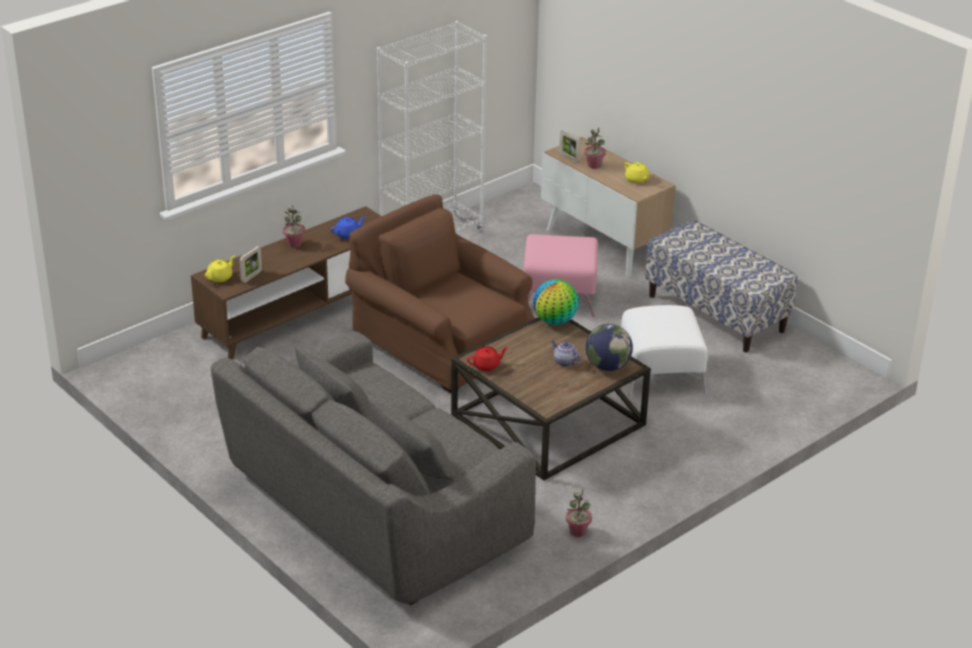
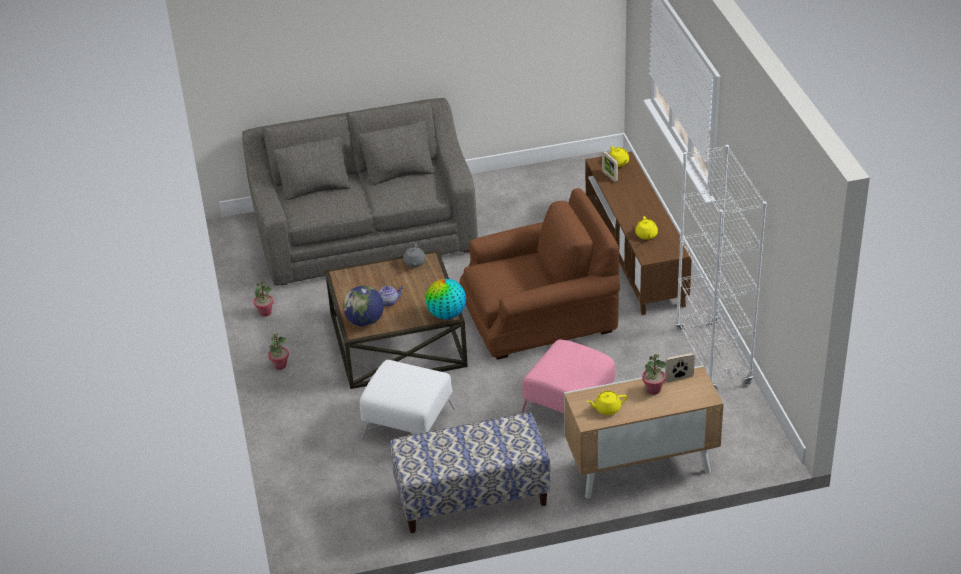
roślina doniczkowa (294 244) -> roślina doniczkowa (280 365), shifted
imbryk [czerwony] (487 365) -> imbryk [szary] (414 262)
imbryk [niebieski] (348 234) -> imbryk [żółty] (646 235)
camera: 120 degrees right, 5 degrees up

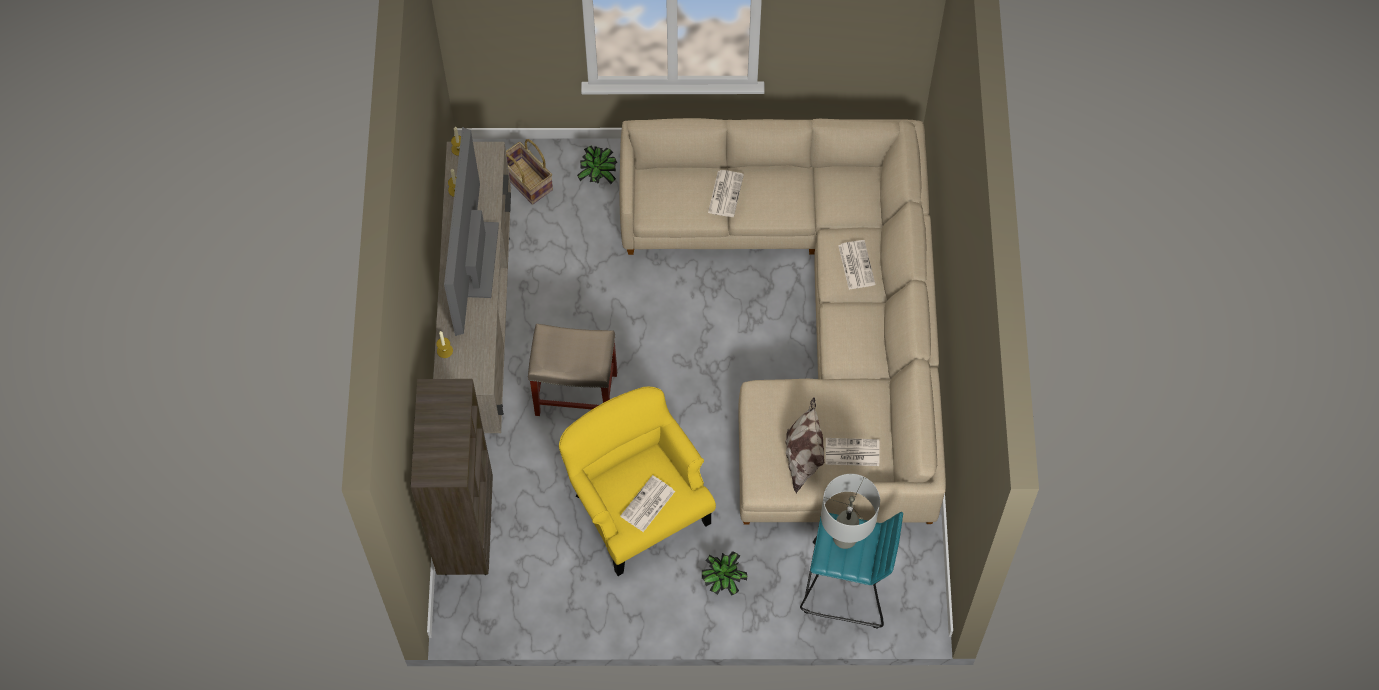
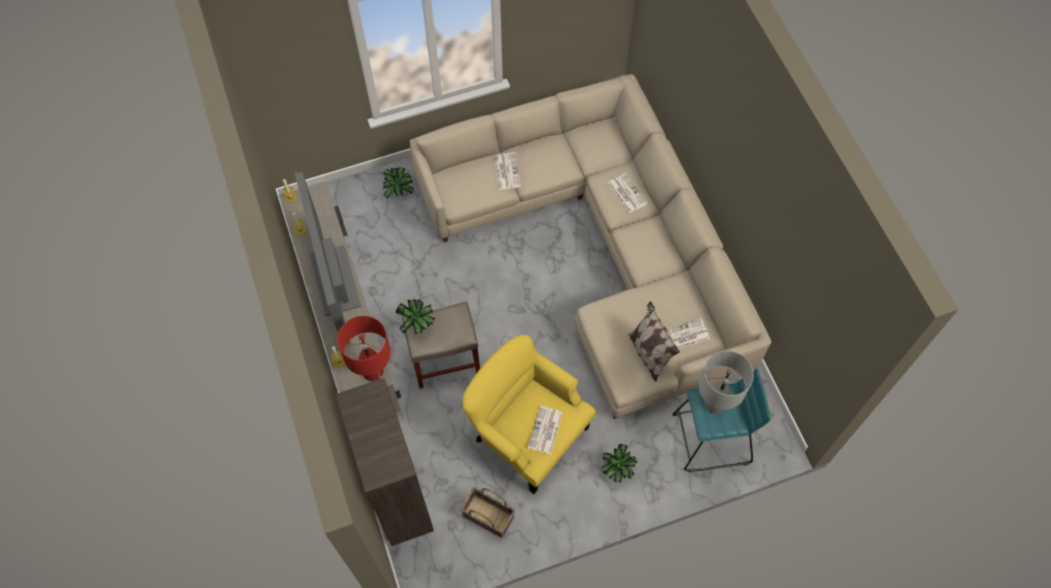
none -> lampa stołowa [czerwony] (373 372)
none -> roślina doniczkowa (417 326)
koszyk (526 181) -> koszyk (487 517), shifted
camera: 20 degrees left, 0 degrees up

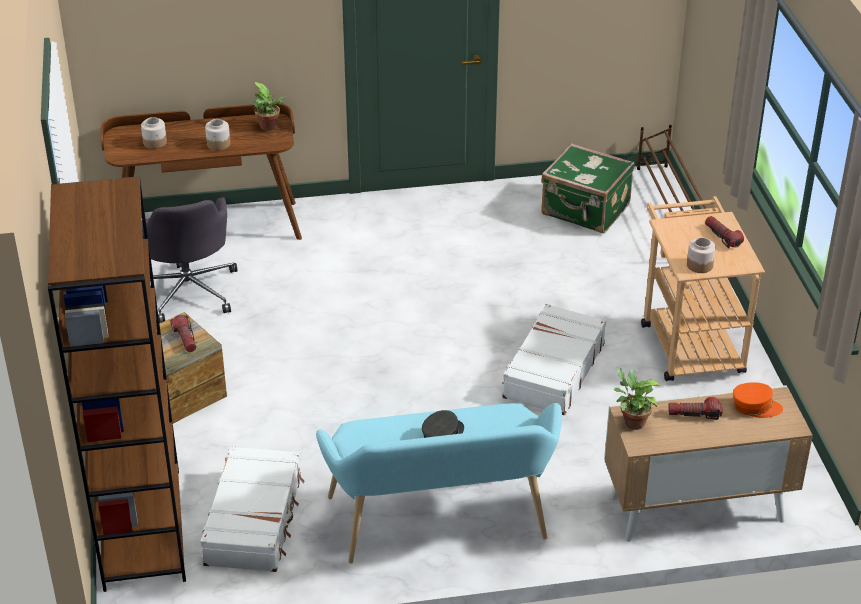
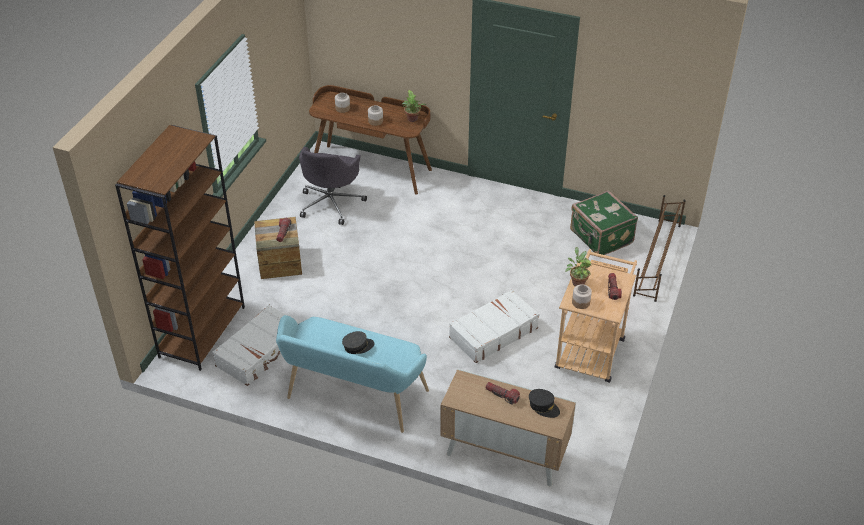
czapka z daszkiem [pomarańczowy] (755 407) -> czapka z daszkiem [czarny] (543 407)
roślina doniczkowa (632 422) -> roślina doniczkowa (577 282), shifted
camera: 30 degrees right, 5 degrees up

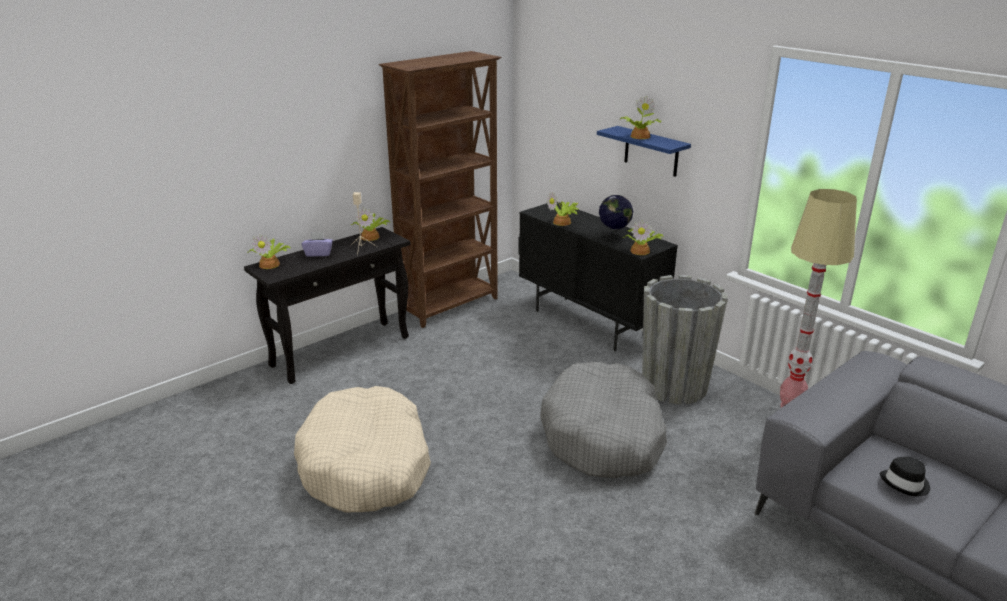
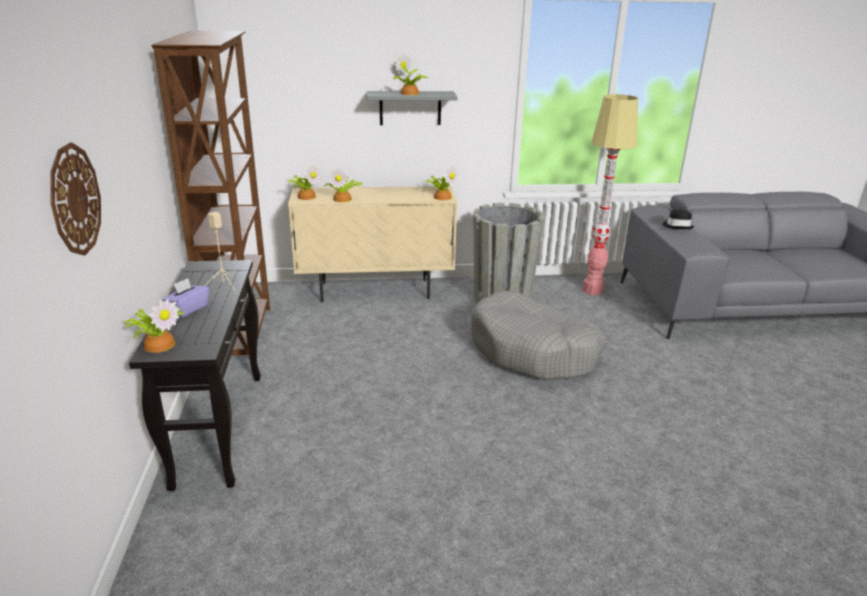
none -> zegar ścienny (75 199)
roślina doniczkowa (371 236) -> roślina doniczkowa (306 196), shifted
szafka [czarny] (589 323) -> szafka [beżowy] (375 290)
półka [niebieski] (651 151) -> półka [szary] (410 108)
kapelusz [czarny] (905 483) -> kapelusz [czarny] (677 226), shifted
legowisko [beżowy] (366 465) -> none
globus (614 236) -> none
camera: 55 degrees left, 0 degrees up

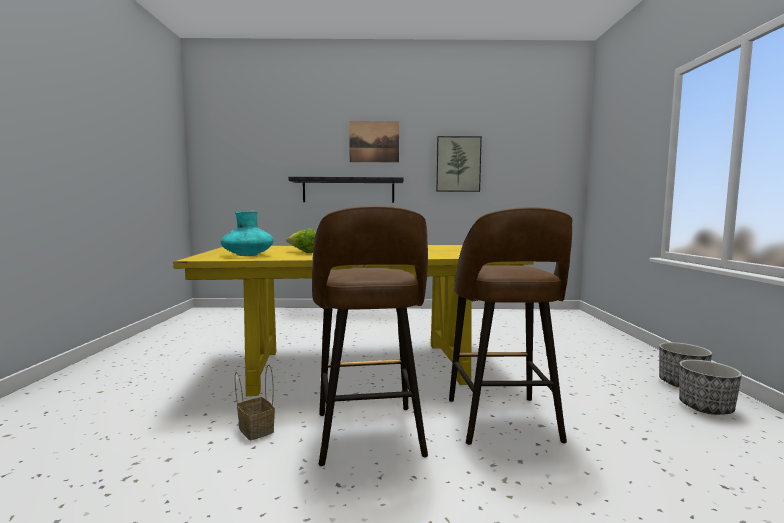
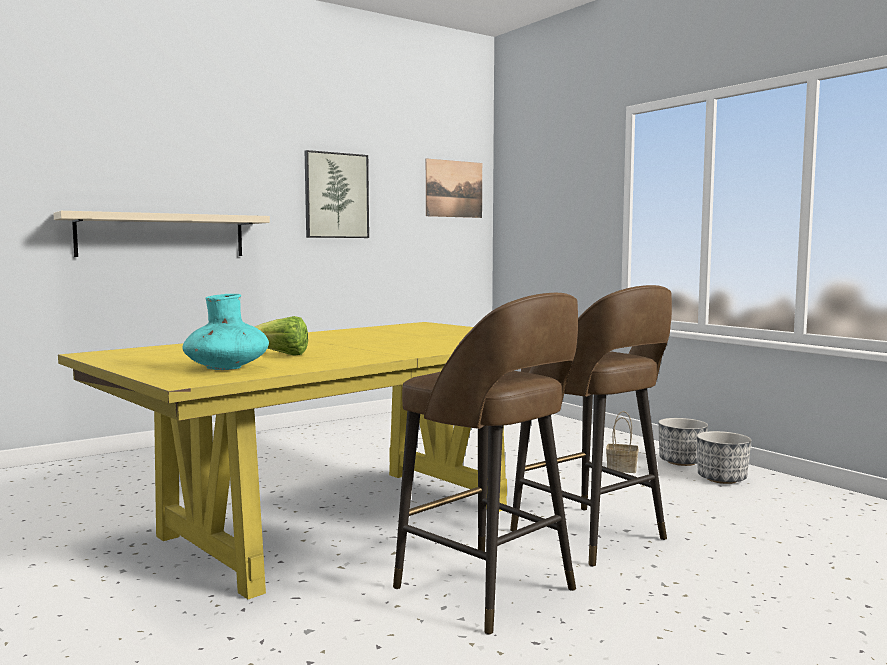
półka [czarny] (348 190) -> półka [beżowy] (162 235)
obraz (374 142) -> obraz (454 189), shifted
koszyk (255 429) -> koszyk (620 469), shifted
camera: 35 degrees left, 0 degrees up

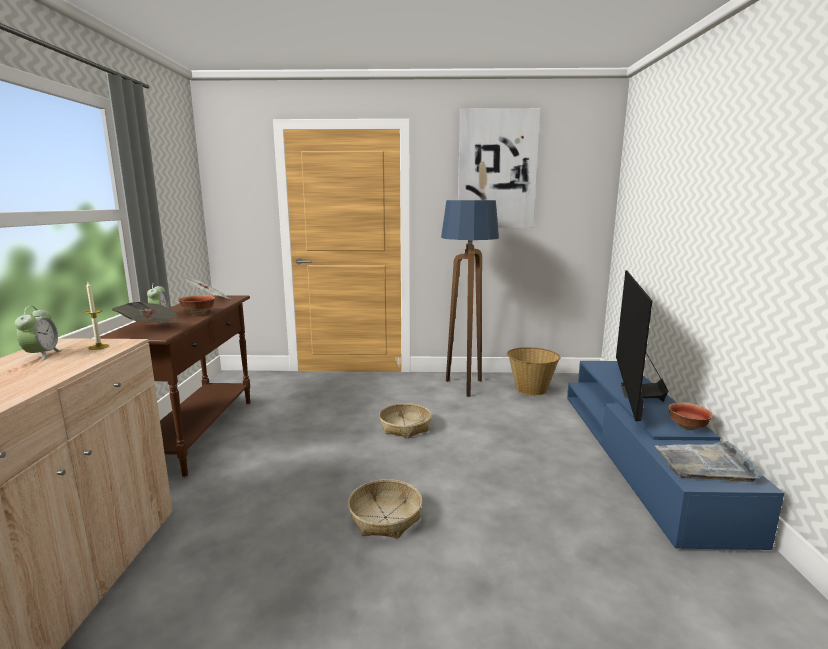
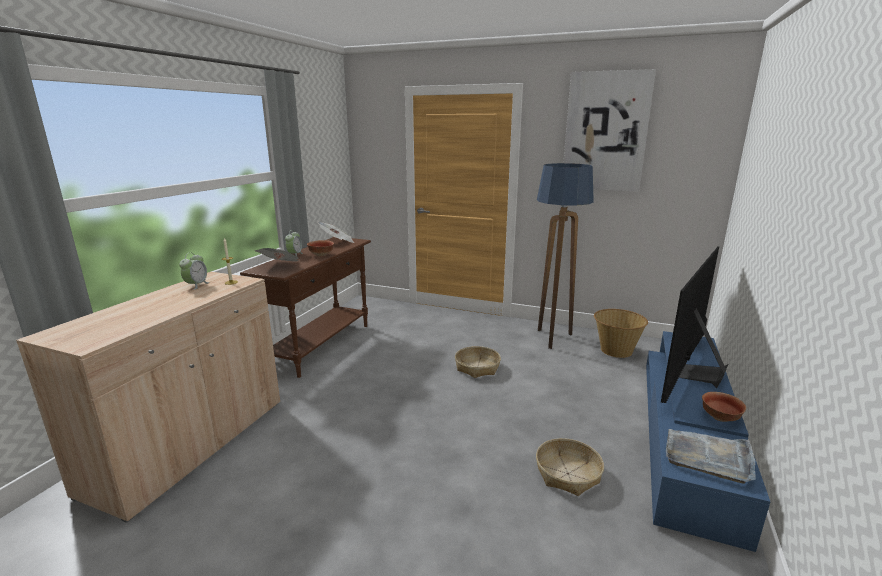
koszyk (385 517) -> koszyk (568 474), shifted
camera: 20 degrees right, 5 degrees up

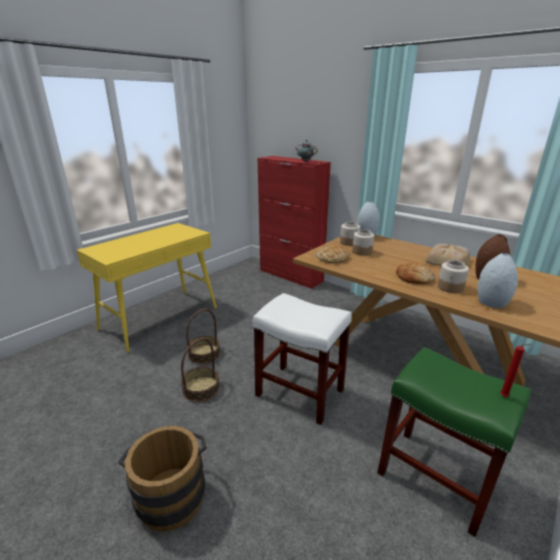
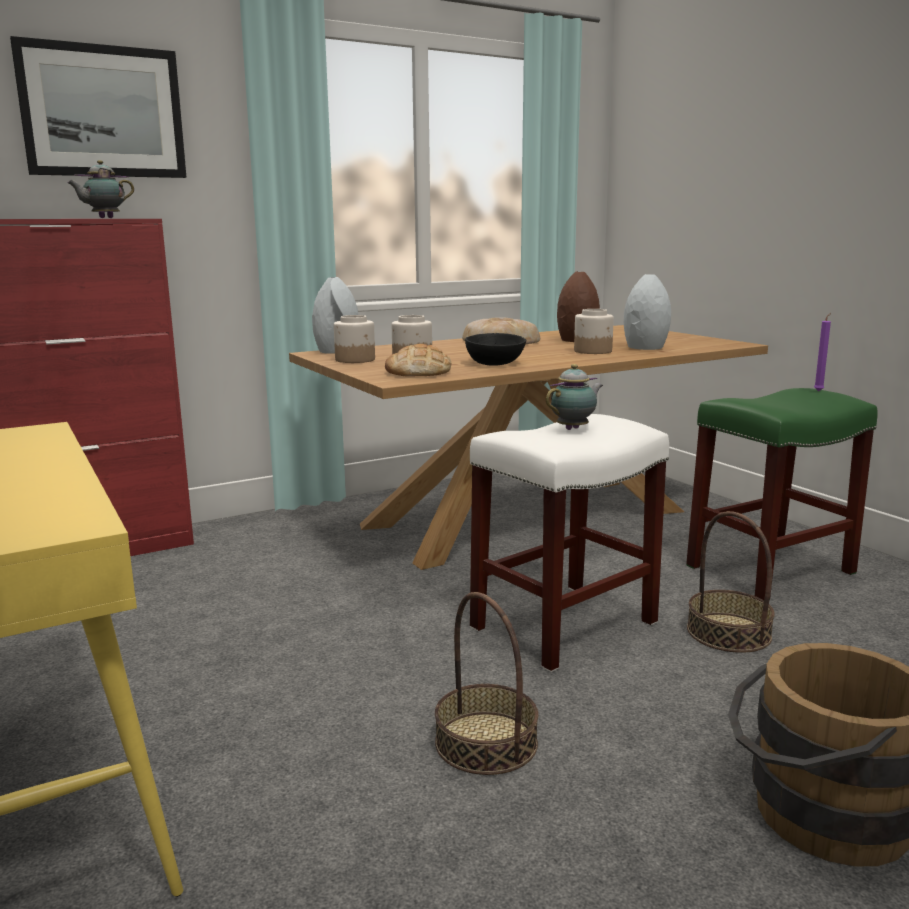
none -> obraz (103 112)
none -> miska [czarny] (494 363)
none -> imbryk (574 428)
koszyk (204 354) -> koszyk (728 632), shifted
świeca [czerwony] (505 397) -> świeca [fioletowy] (819 391)
chleb (414 277) -> none
camera: 70 degrees left, 10 degrees down

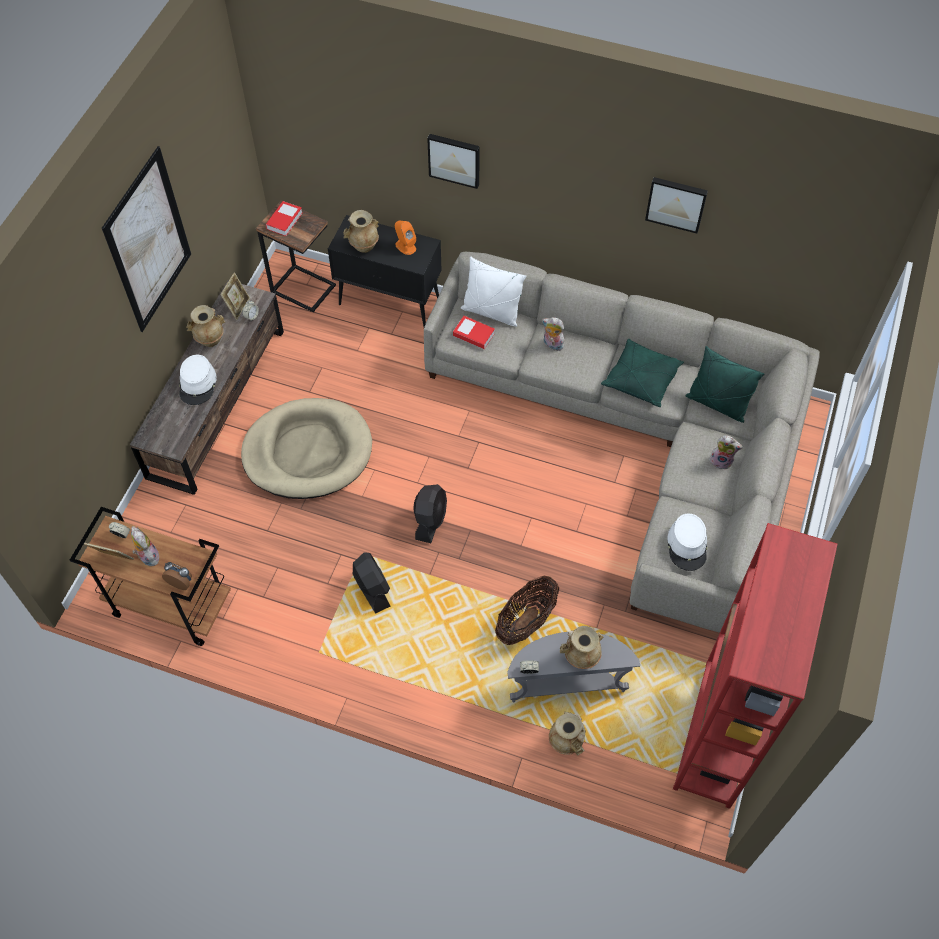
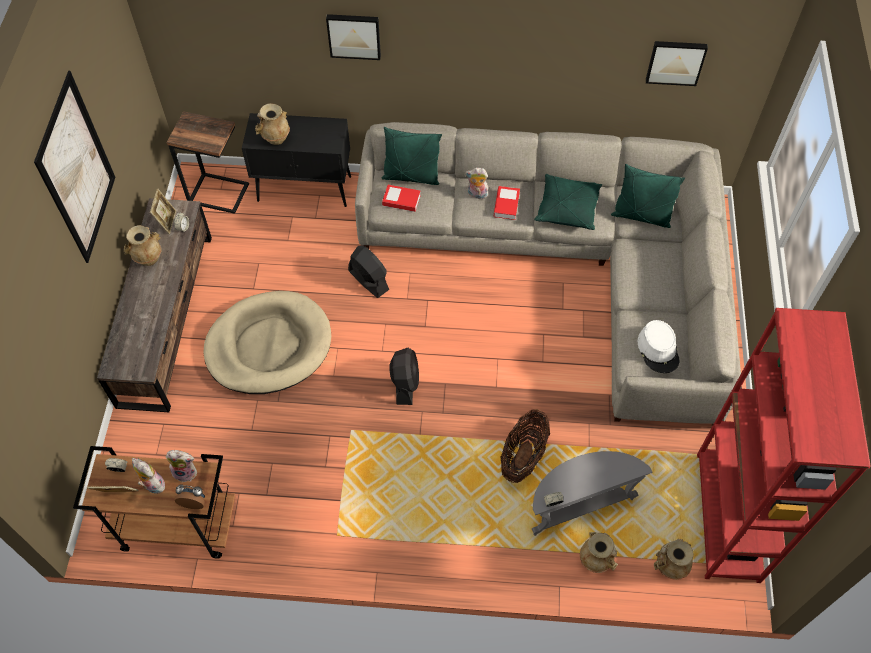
pluszak (721 461) -> pluszak (186 471), shifted
wentylator [czarny] (371 589) -> wentylator [czarny] (368 280), shifted
poduszka [biały] (491 312) -> poduszka [zielony] (411 176)
książka (284 221) -> książka (506 205), shifted
obraz (676 203) -> obraz (675 61), shifted
wazon [beżowy] (580 657) -> wazon [beżowy] (669 566), shifted
kapelusz [biały] (198 384) -> none
głośnik [pomarańczowy] (405 246) -> none
camera: 15 degrees left, 0 degrees up

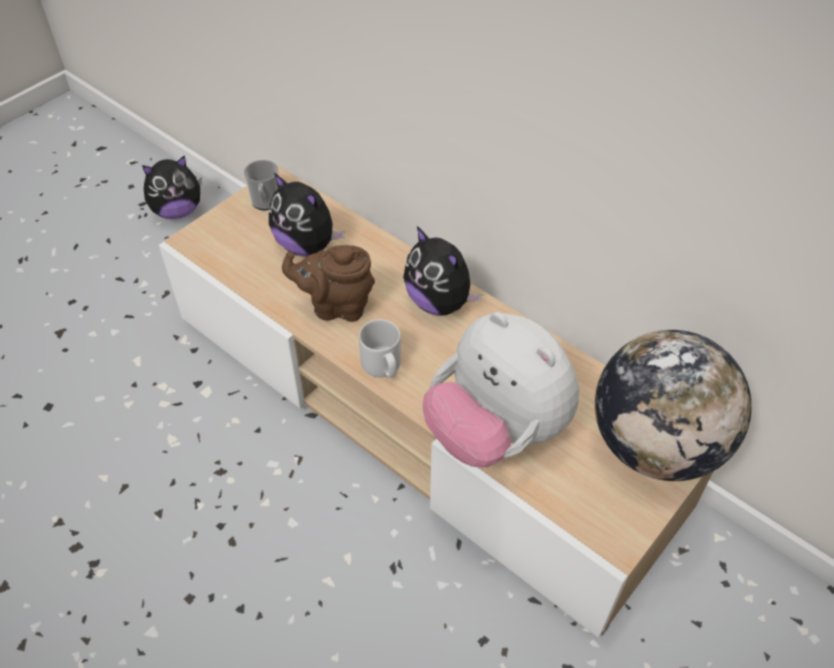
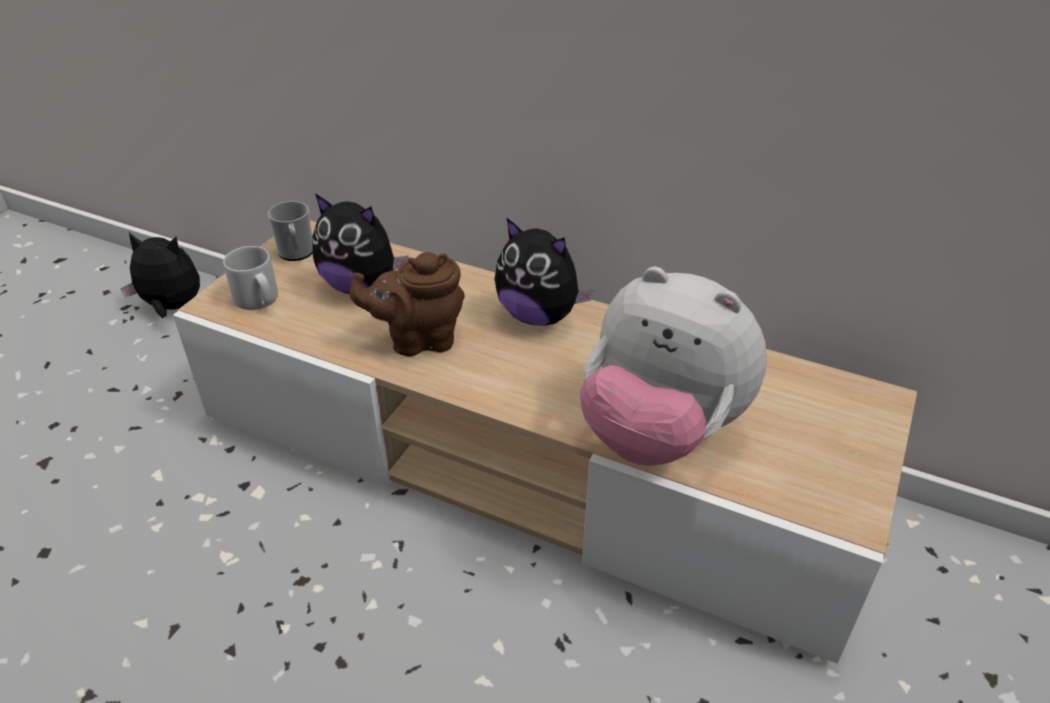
pluszak (177 211) -> pluszak (172 308), 135 degrees counterclockwise
kubek [szary] (383 366) -> kubek [szary] (259 300), shifted
globus (655 445) -> none
camera: 15 degrees left, 10 degrees down

